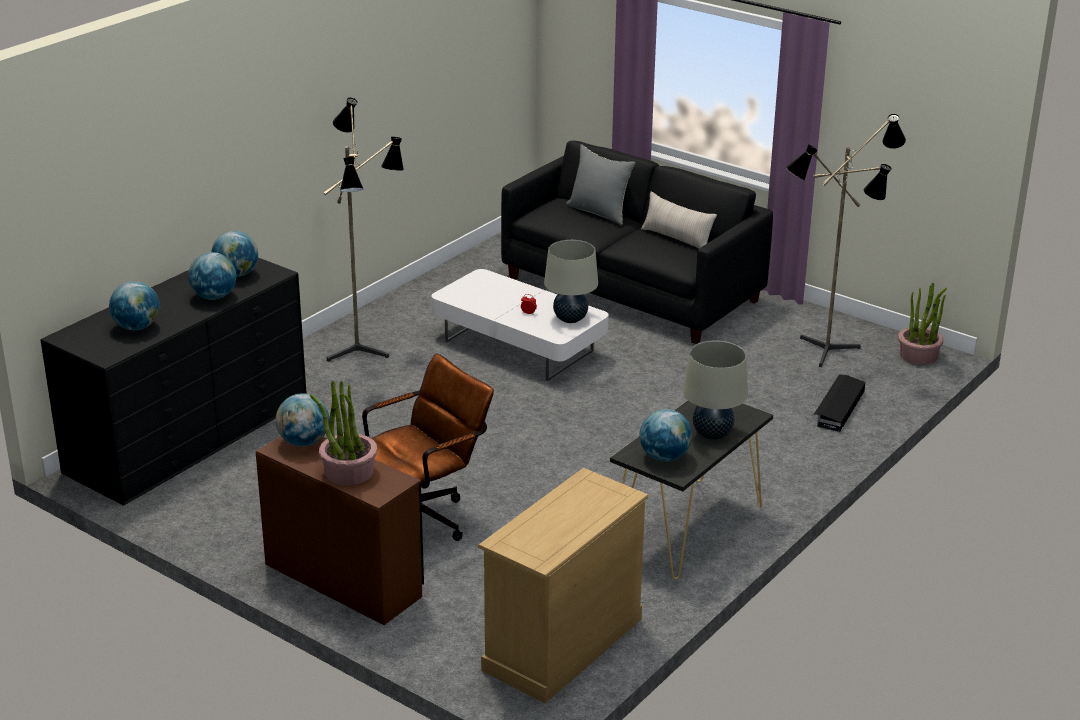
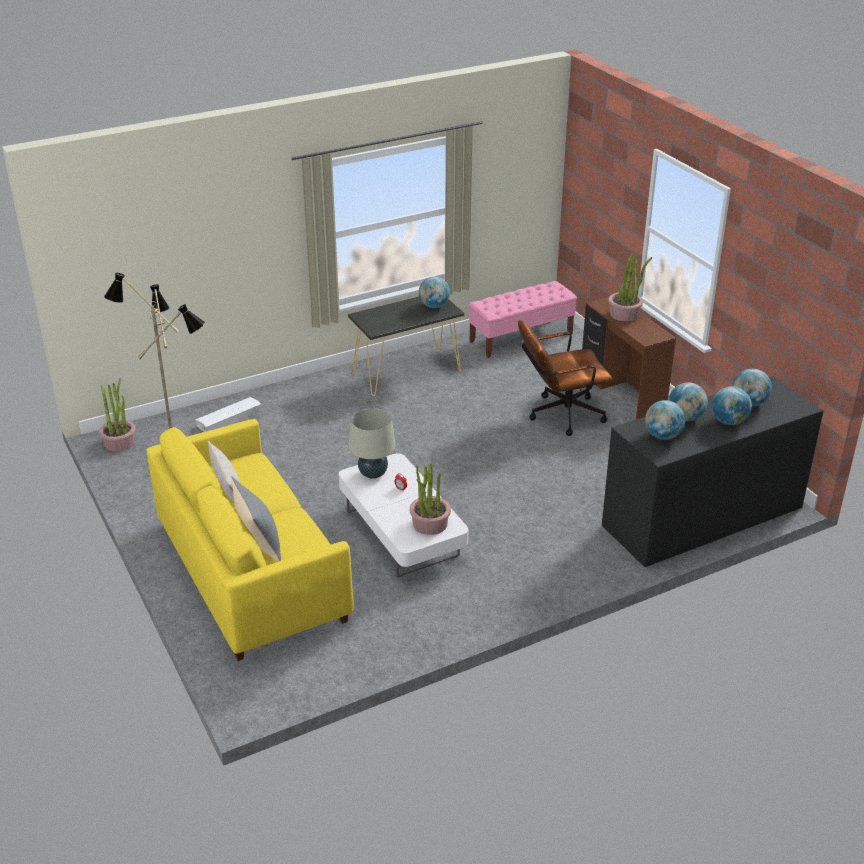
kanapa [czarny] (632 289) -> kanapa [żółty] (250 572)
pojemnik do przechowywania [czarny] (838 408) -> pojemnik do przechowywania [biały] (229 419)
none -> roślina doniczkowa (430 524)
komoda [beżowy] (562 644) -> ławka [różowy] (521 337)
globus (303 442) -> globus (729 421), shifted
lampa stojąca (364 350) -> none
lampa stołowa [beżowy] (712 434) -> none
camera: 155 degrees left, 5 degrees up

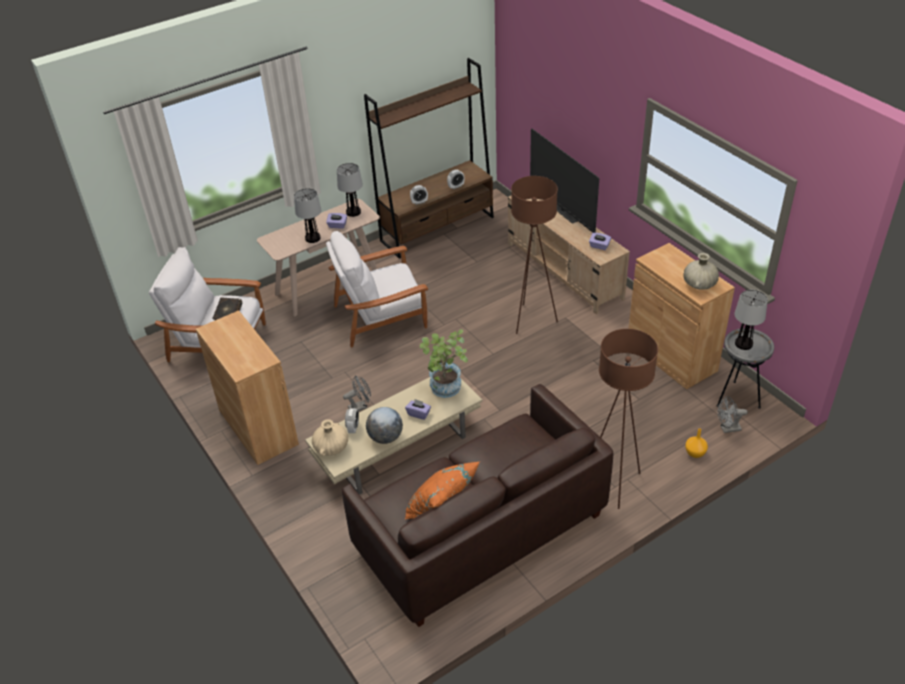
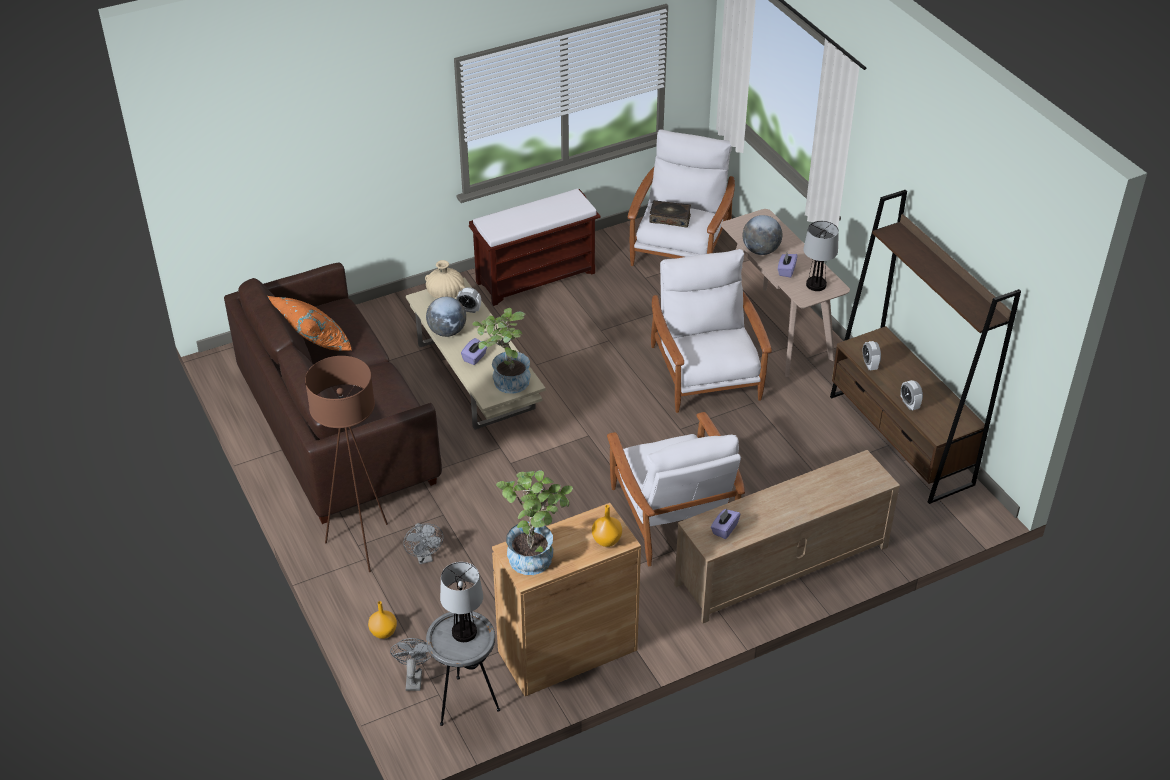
wentylator [szary] (360 406) -> wentylator [szary] (424 558), shifted
szafka [brązowy] (258 427) -> ławka [brązowy] (536 277)
wazon [beżowy] (699 284) -> roślina doniczkowa (535 555)
none -> wazon [pomarańczowy] (607 540)
lampa stojąca [brązowy] (531 320) -> fotel [biały] (673 514)
lampa stołowa (313 238) -> globus (760 251)
telewizor (562 211) -> none
camera: 95 degrees right, 0 degrees up

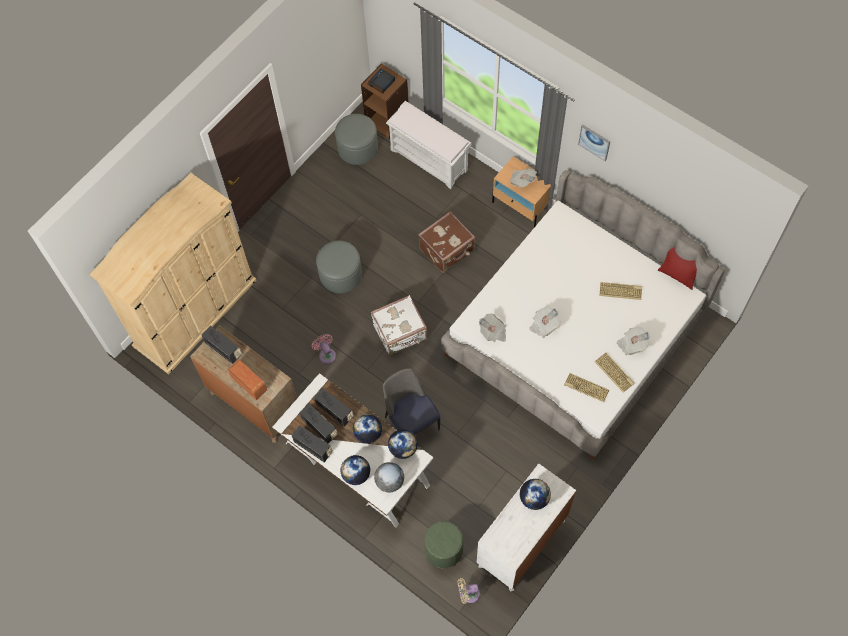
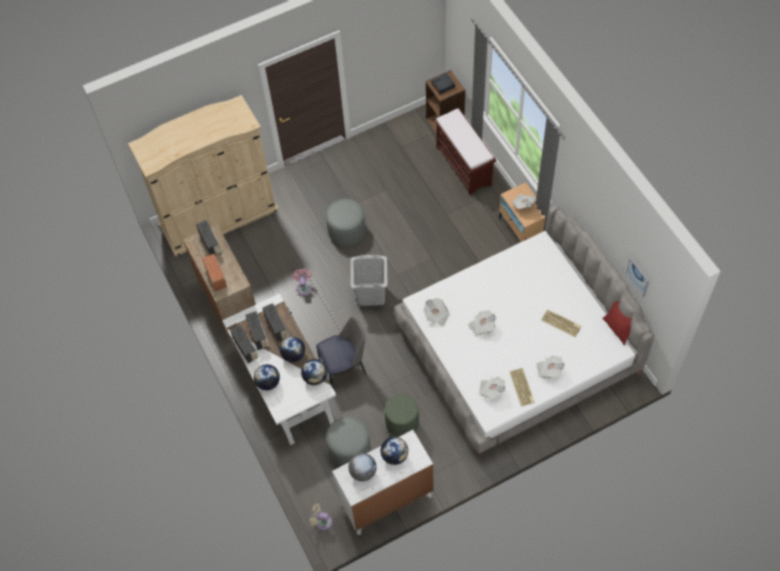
krzesło (411 422) -> krzesło (344 367), 75 degrees clockwise
pufa [szary] (357 148) -> pufa [szary] (349 448), shifted
globus (389 481) -> globus (363 472), shifted
walizka [biały] (400 333) -> kosz na pranie [szary] (371 294)
pufa [zielony] (444 550) -> pufa [zielony] (402 424), shifted
ławka [biały] (429 160) -> ławka [brązowy] (464 166)
klawiatura (585 388) -> gazeta (491 390)
obraz (594 142) -> obraz (638 277), shifted
walizka [brązowy] (447 250) -> none
camera: 25 degrees right, 5 degrees down

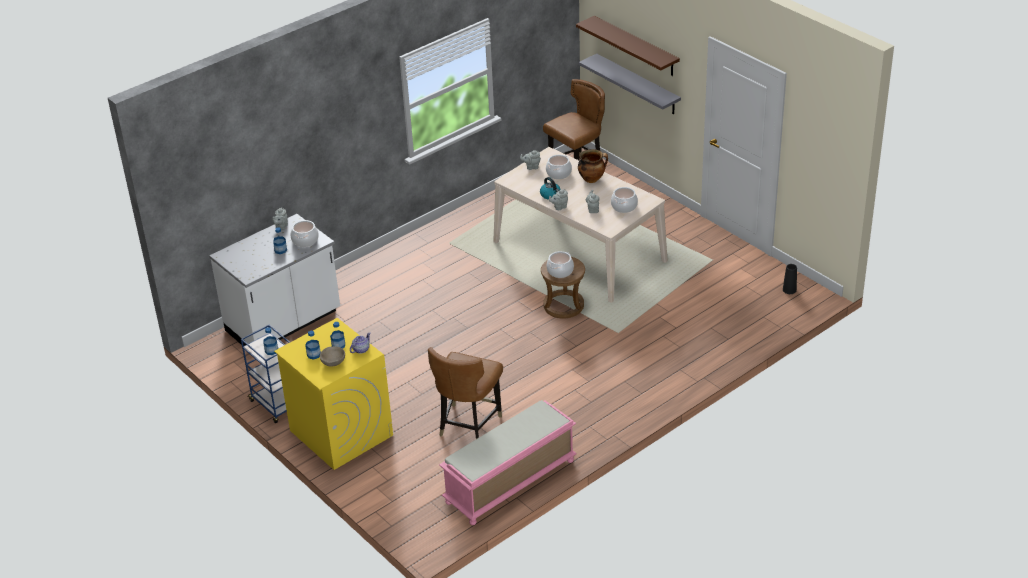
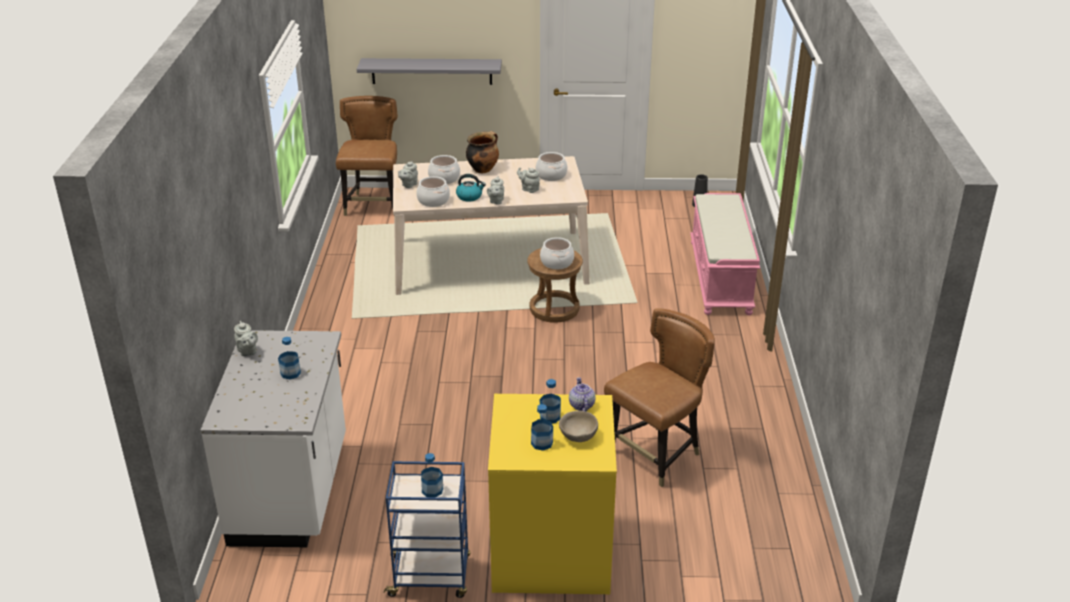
garnek (305 240) -> garnek (433 200), shifted
krzesło [brązowy] (468 424) -> krzesło [brązowy] (656 455), 105 degrees counterclockwise
ławka [różowy] (510 482) -> ławka [różowy] (721 277), shifted
półka [brązowy] (635 46) -> none
camera: 50 degrees left, 5 degrees down

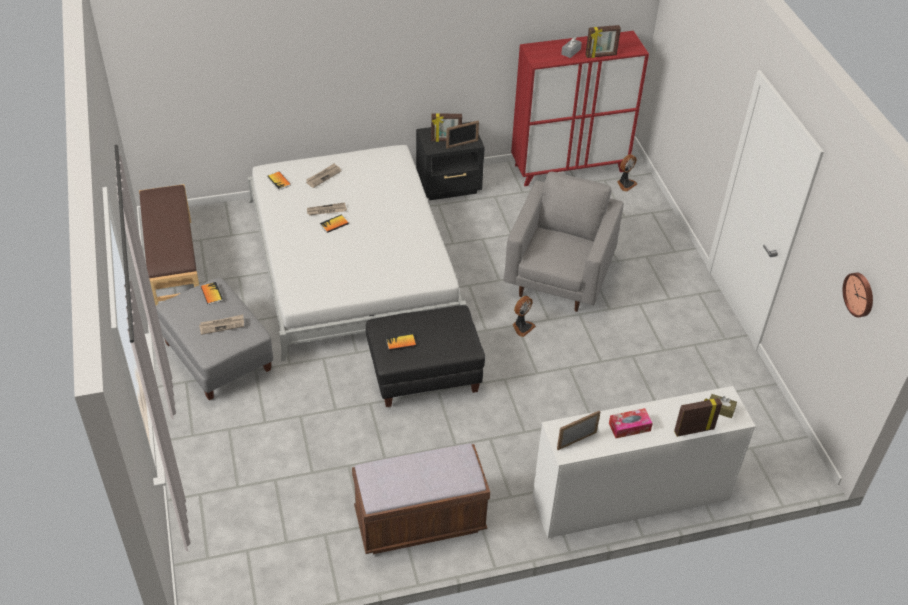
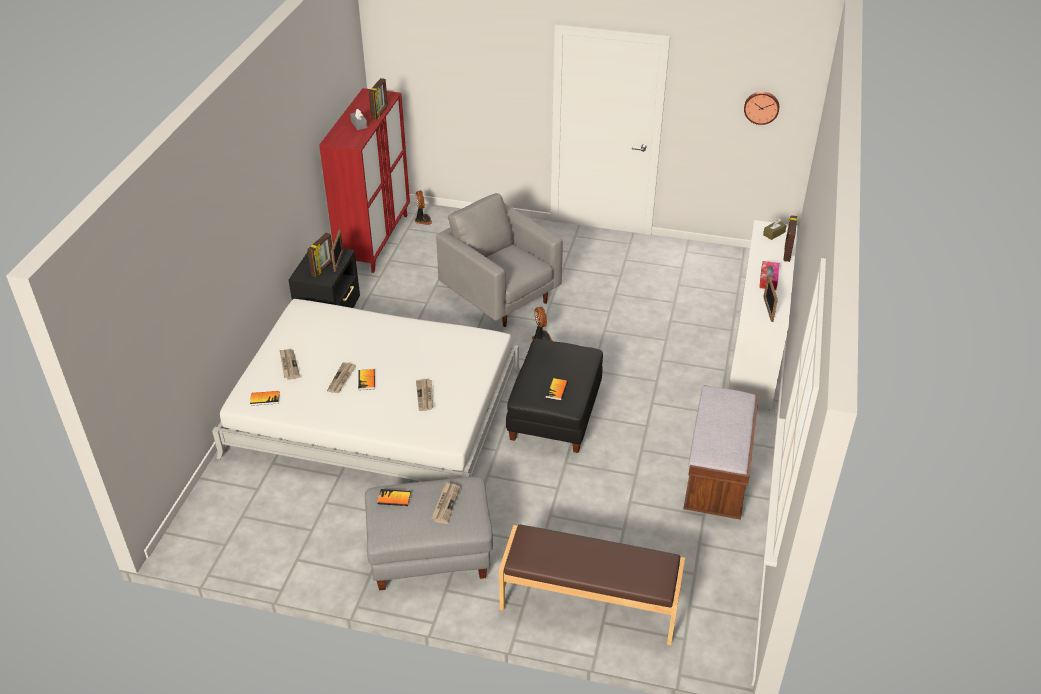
none -> gazeta (425 396)
ławka [brązowy] (173 267) -> ławka [brązowy] (589 604), shifted
camera: 60 degrees left, 5 degrees down

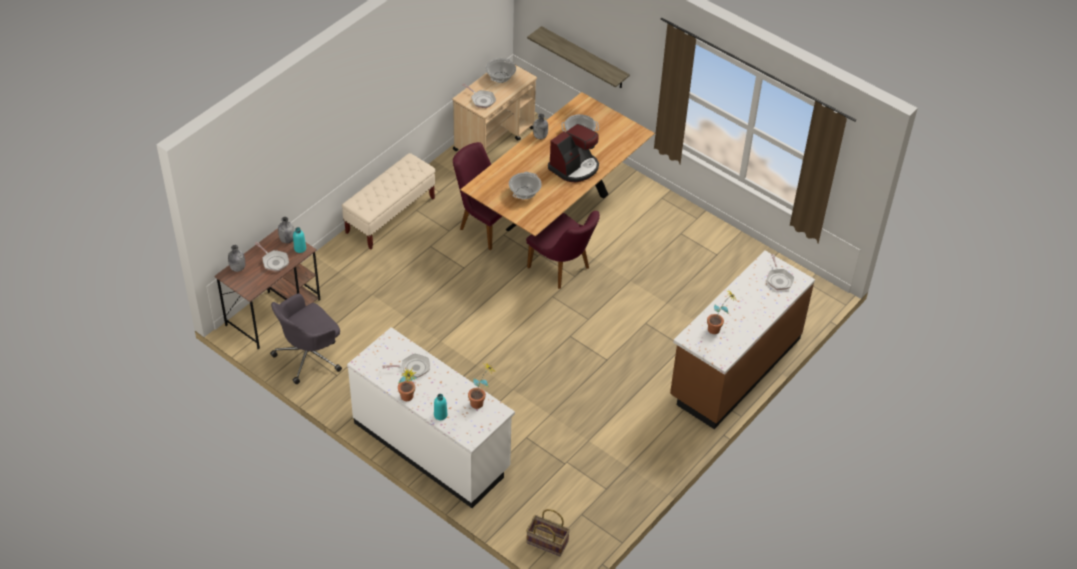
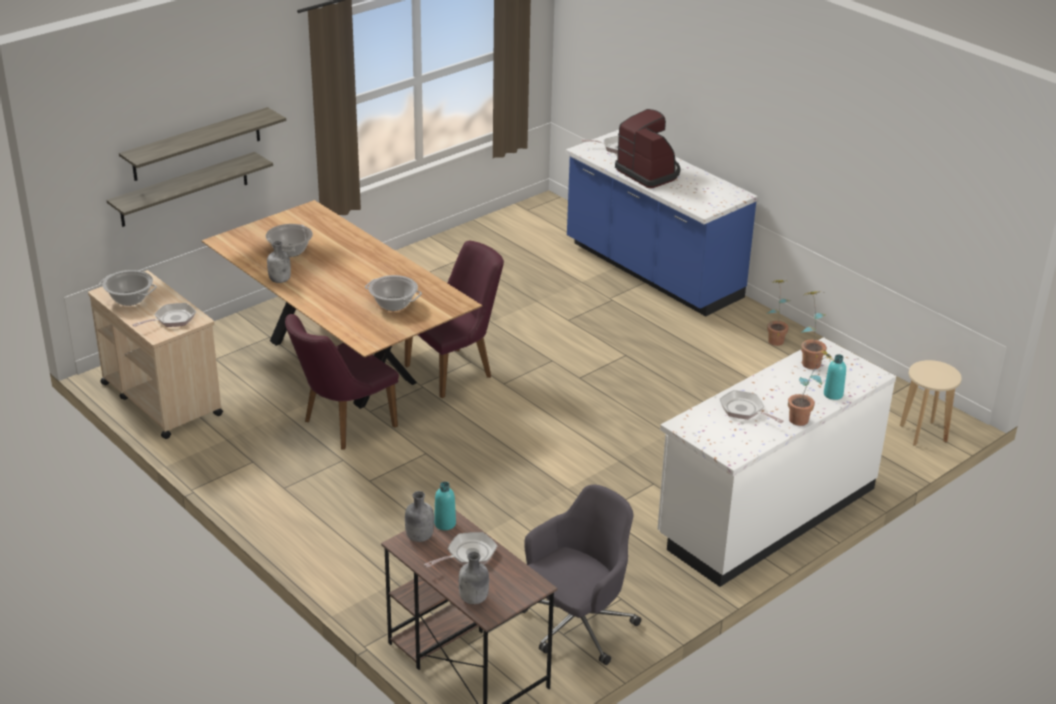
none -> półka (196 144)
krzesło biurowe [szary] (309 356) -> krzesło biurowe [szary] (576 627), 105 degrees counterclockwise
zabudowa kuchenna [brązowy] (734 368) -> zabudowa kuchenna [niebieski] (652 272)
ekspres do kawy (574 167) -> ekspres do kawy (649 172), shifted
patelnia (413 368) -> patelnia (744 410), 45 degrees counterclockwise
roślina doniczkowa (717 329) -> roślina doniczkowa (775 338), shifted
koszyk (546 542) -> stołek [beżowy] (923 434)
ławka [beżowy] (390 215) -> none
camera: 80 degrees left, 15 degrees down

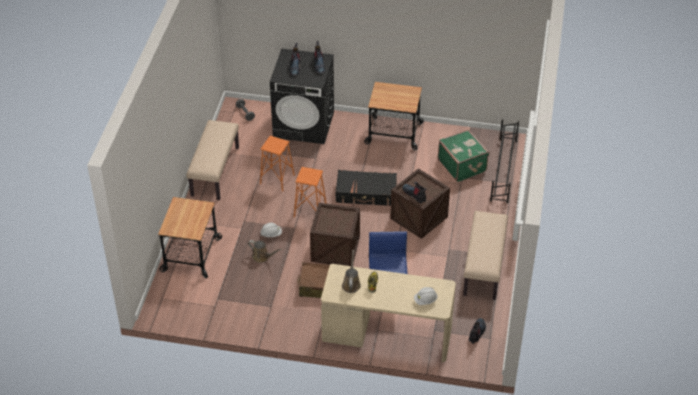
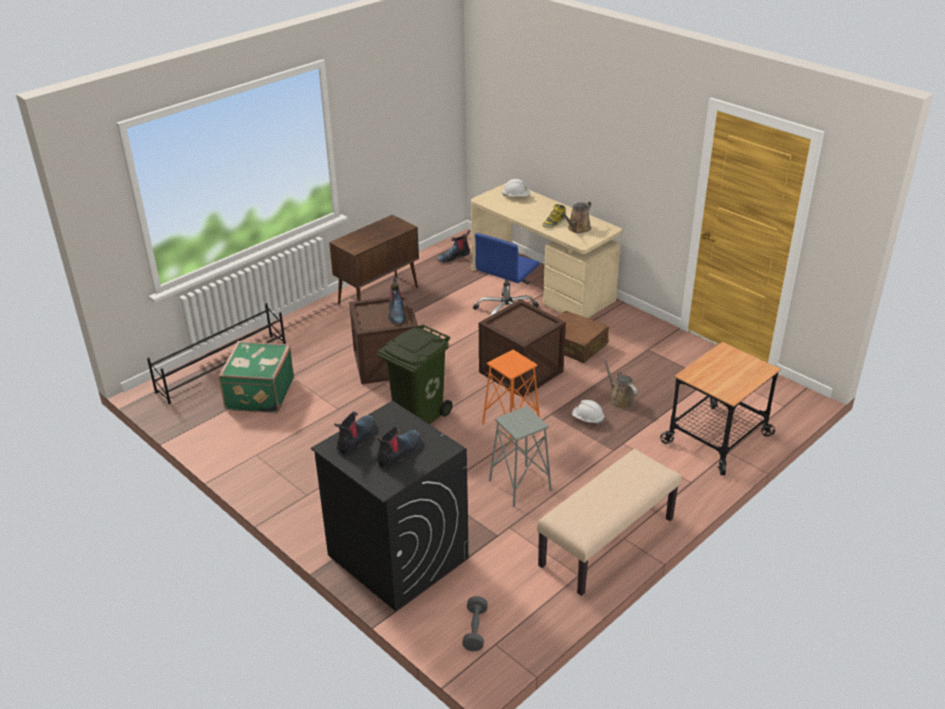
ławka [beżowy] (484 267) -> szafka [brązowy] (379 295)
walizka [czarny] (366 194) -> kosz na śmieci [zielony] (417 414)
stołek [pomarańczowy] (277 179) -> stołek [szary] (520 485)
wózek (394 133) -> none
camera: 145 degrees left, 10 degrees down

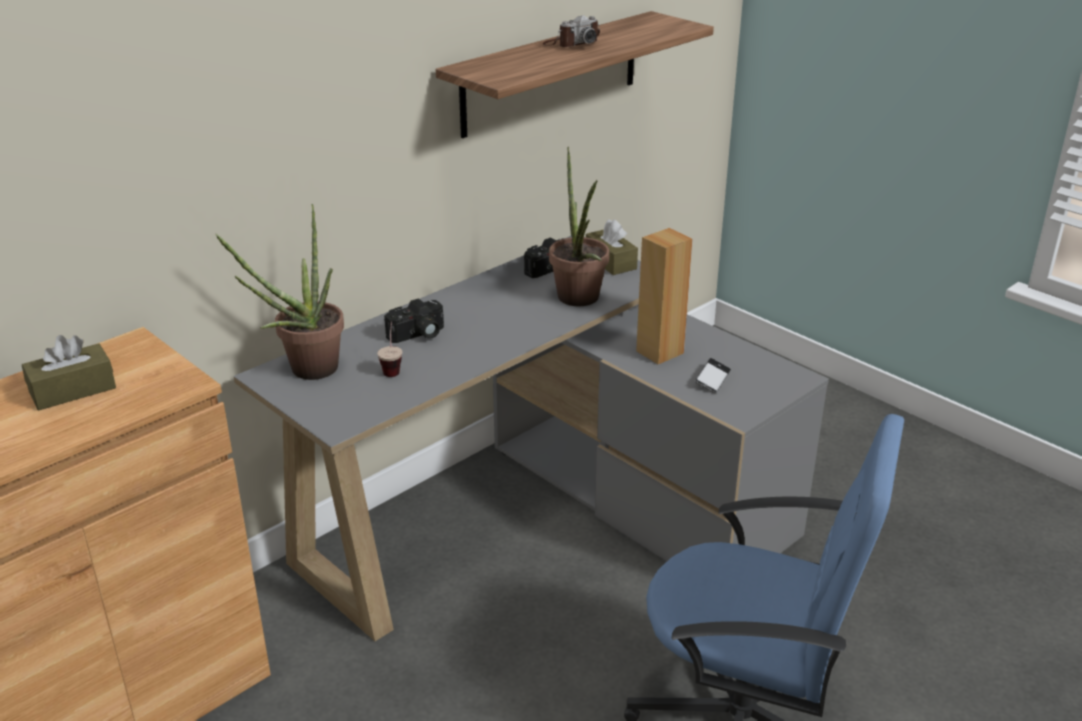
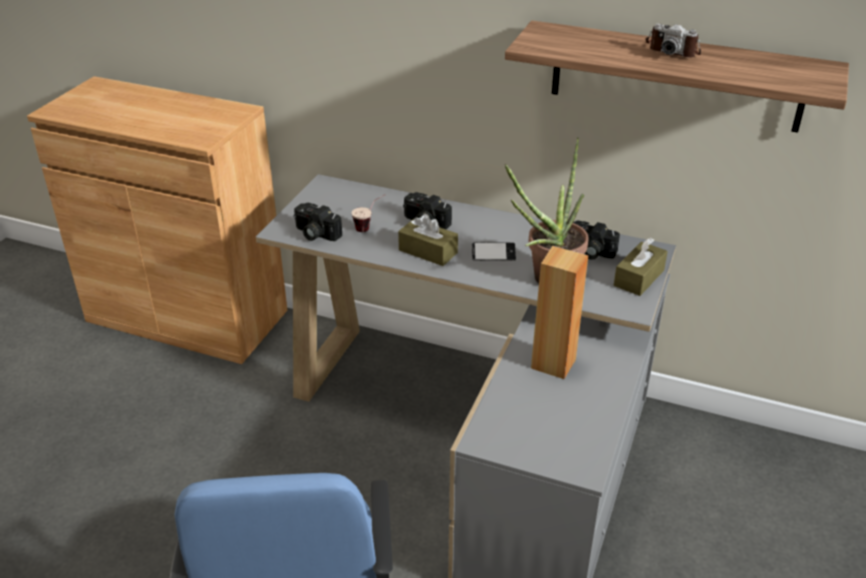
none -> aparat fotograficzny (315 234)
pudełko chusteczek [brązowy] (72 390) -> pudełko chusteczek [brązowy] (428 251), shifted
telefon (712 379) -> telefon (493 255), shifted
roślina doniczkowa (305 371) -> none
camera: 65 degrees right, 5 degrees up

